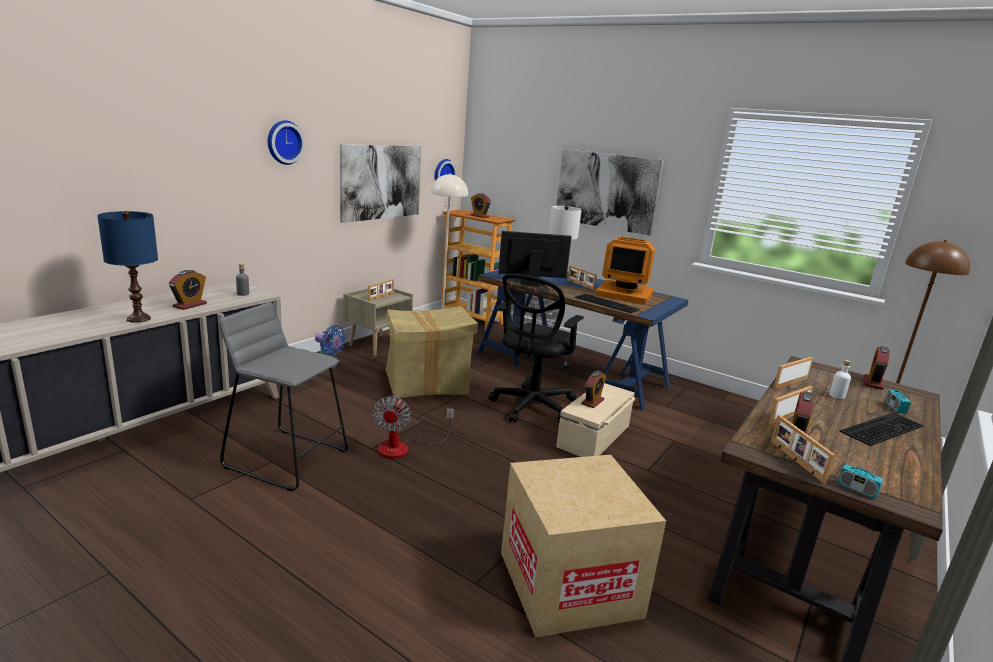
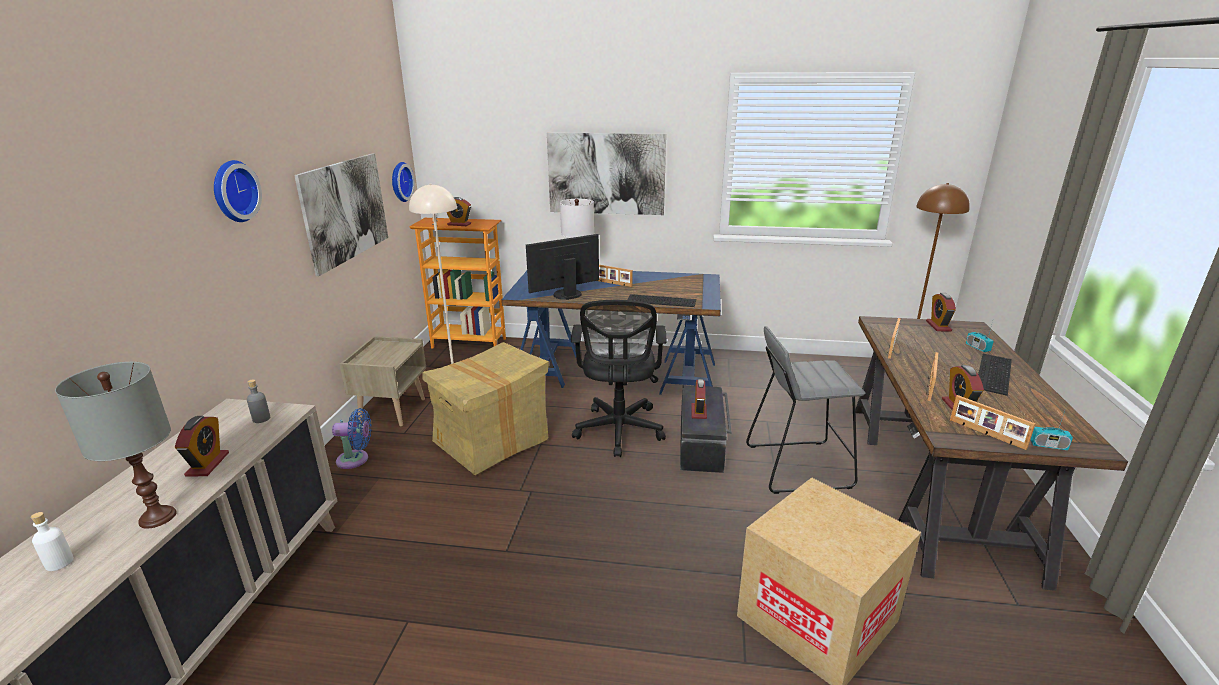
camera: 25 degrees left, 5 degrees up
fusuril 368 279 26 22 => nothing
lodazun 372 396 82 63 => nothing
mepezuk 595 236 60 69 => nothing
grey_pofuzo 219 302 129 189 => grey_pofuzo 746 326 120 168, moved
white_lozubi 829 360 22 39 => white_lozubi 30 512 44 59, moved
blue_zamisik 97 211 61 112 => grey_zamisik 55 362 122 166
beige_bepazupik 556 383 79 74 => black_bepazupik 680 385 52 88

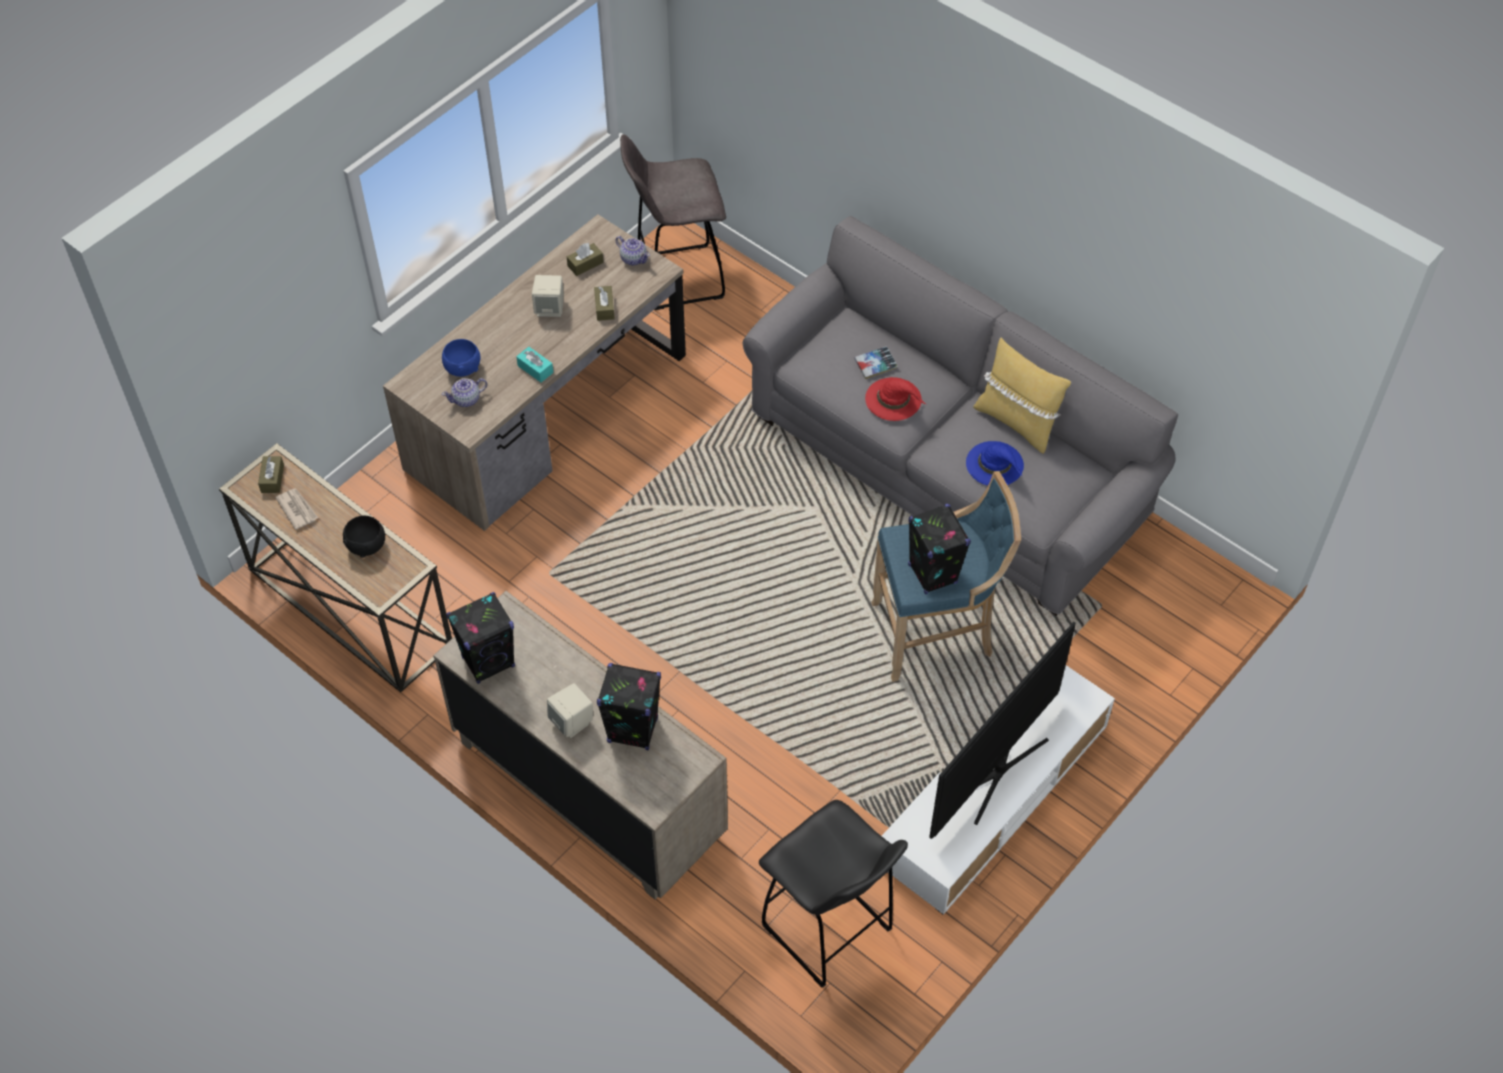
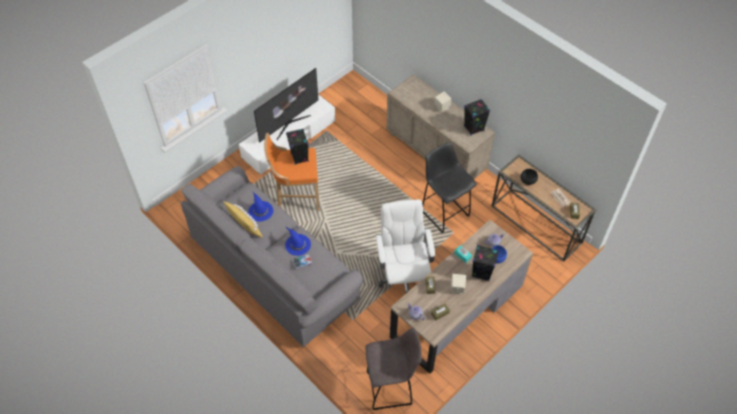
camera: 175 degrees left, 0 degrees up
nothing => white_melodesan 375 200 60 93
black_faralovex 597 663 64 87 => black_faralovex 472 245 27 36, moved
black_pofuzo 759 800 149 188 => black_pofuzo 423 142 54 91, moved
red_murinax 865 377 61 44 => blue_murinax 285 226 26 30
blue_pofuzo 871 471 150 211 => orange_pofuzo 264 133 56 78

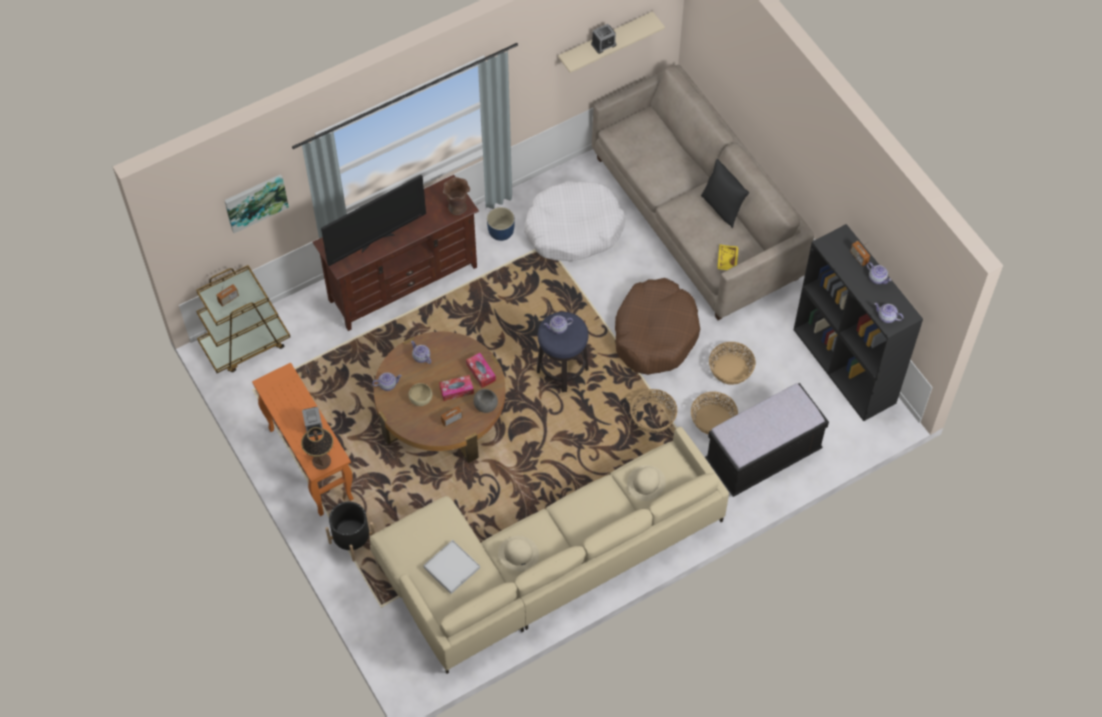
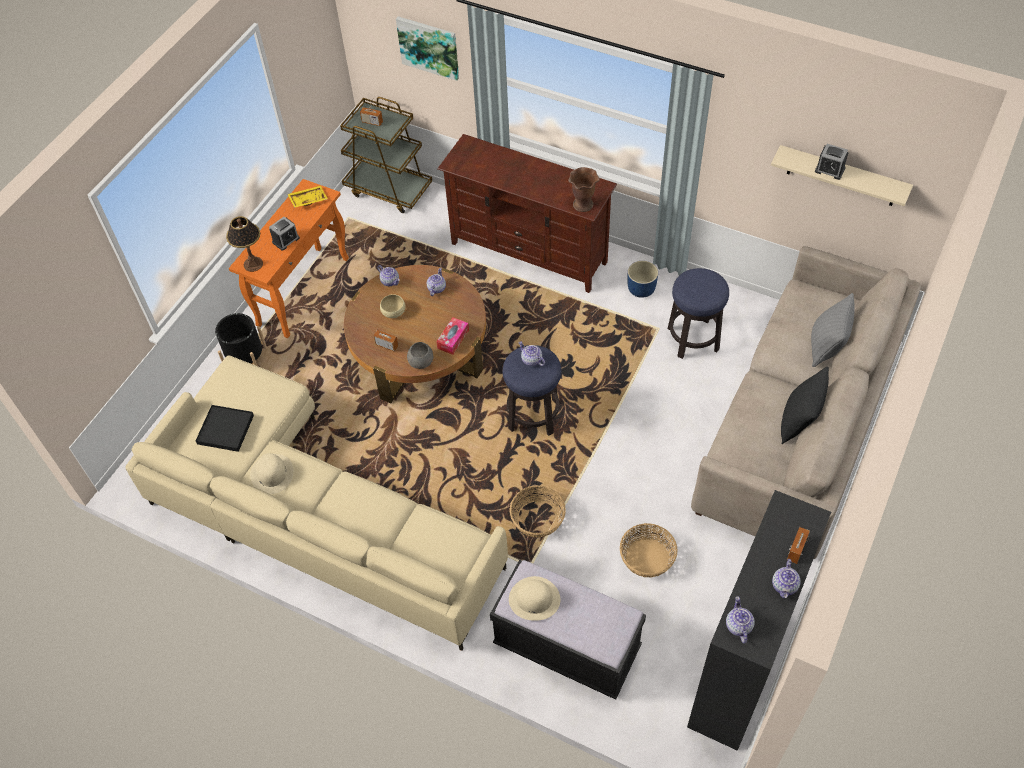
camera: 60 degrees right, 5 degrees down
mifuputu 321 175 105 91 => nothing
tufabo 439 375 35 26 => nothing
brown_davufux 615 278 85 97 => nothing
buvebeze 691 392 47 43 => nothing
nothing => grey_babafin 811 293 44 74
beige_murinax 627 465 39 36 => beige_murinax 509 576 51 45, moved
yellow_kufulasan 717 244 22 26 => yellow_kufulasan 287 186 41 22, moved
white_davufux 524 181 101 80 => pofuzo 668 268 61 91
white_kufulasan 423 540 57 54 => black_kufulasan 196 405 58 47

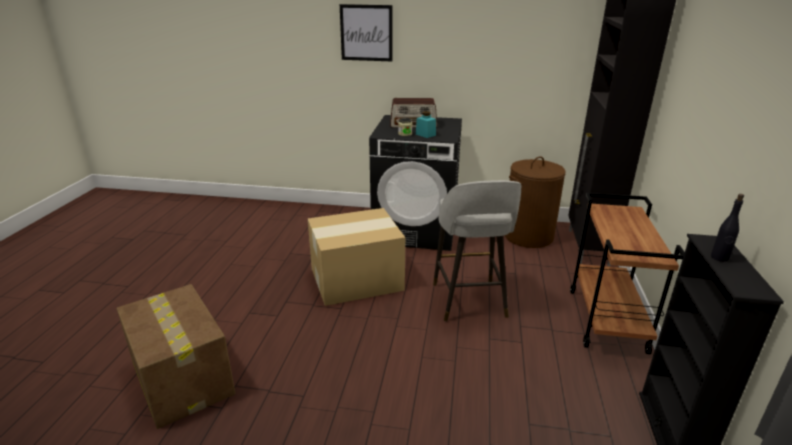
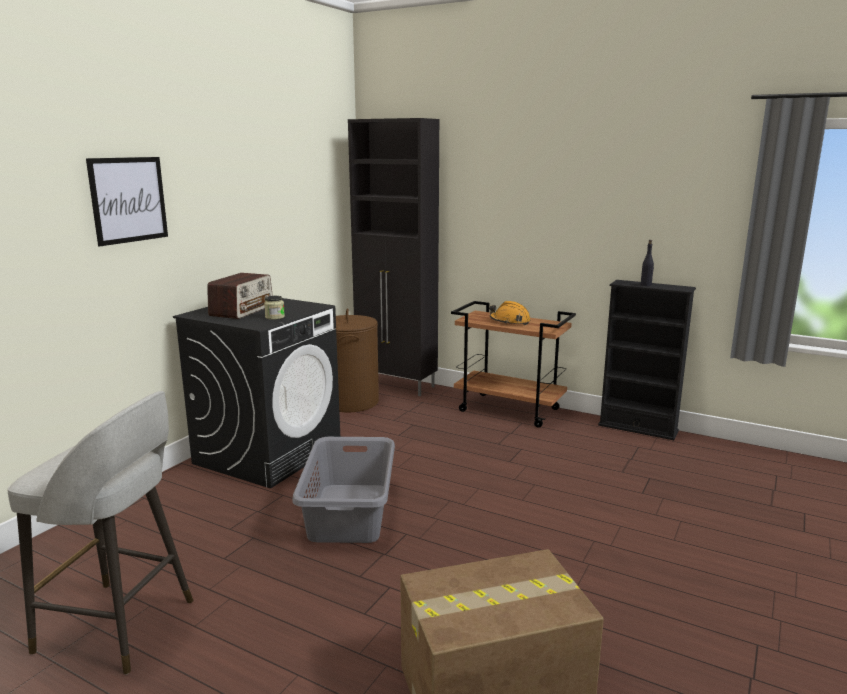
camera: 70 degrees left, 10 degrees down
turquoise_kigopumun 416 111 20 27 => nothing
nothing => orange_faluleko 489 301 41 24
grey_pofuzo 433 180 89 141 => grey_pofuzo 8 391 185 283, moved
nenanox 308 208 97 98 => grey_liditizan 292 437 103 106

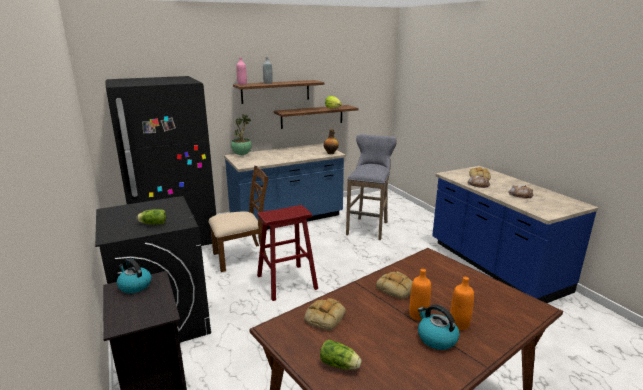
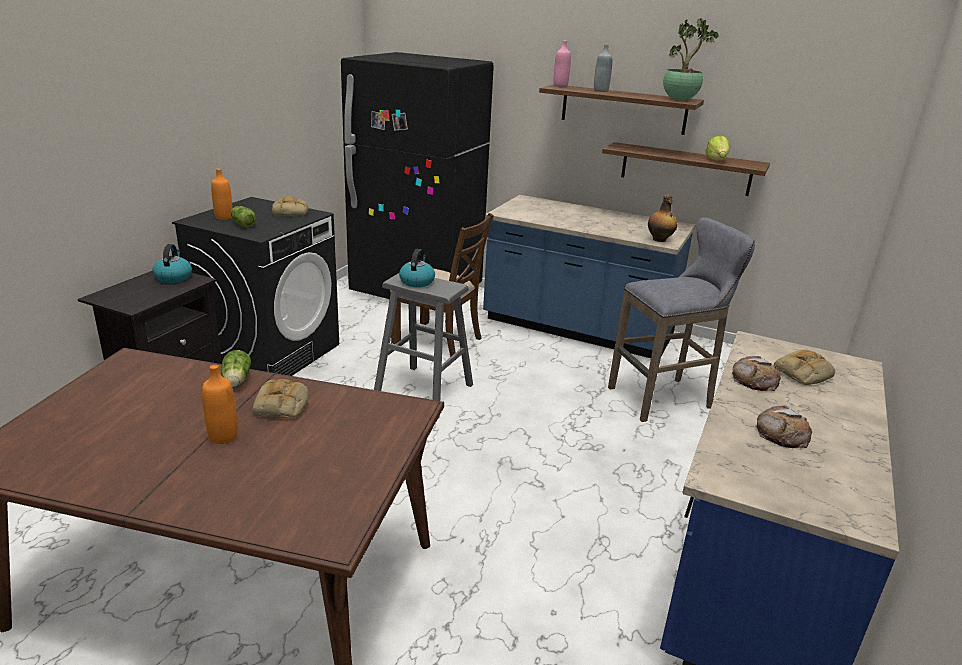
camera: 50 degrees right, 5 degrees up
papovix 231 114 21 41 => papovix 663 18 56 83, moved
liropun 304 298 42 33 => liropun 272 196 36 20, moved
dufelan 320 340 42 30 => dufelan 221 350 30 37, moved
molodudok 418 304 41 46 => molodudok 399 249 36 38, moved
orange_lozubi 450 277 24 53 => orange_lozubi 211 169 22 51, moved
red_pofuzo 257 205 61 96 => grey_pofuzo 374 273 99 145

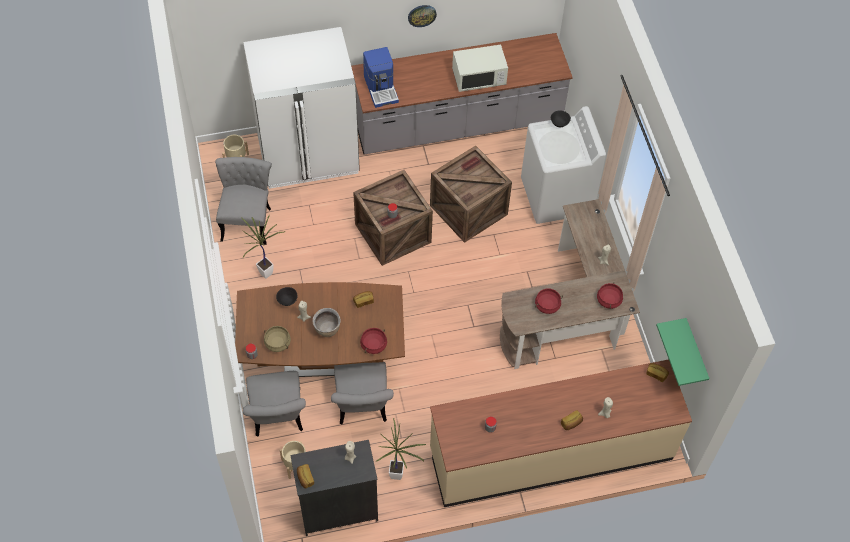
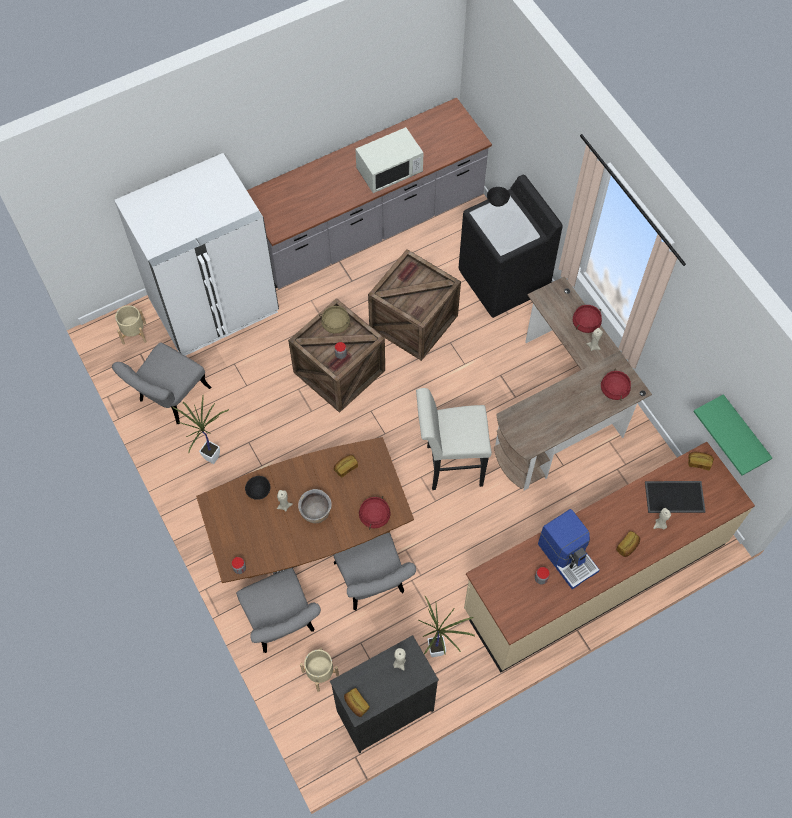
camera: 15 degrees left, 5 degrees up
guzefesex 408 5 29 22 => nothing
nothing => white_pofuzo 416 388 76 102
nothing => kufulasan 645 481 61 32
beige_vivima 264 326 27 26 => beige_vivima 319 306 32 28, moved
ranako 363 47 36 61 => ranako 538 509 61 80, moved
red_vivima 535 288 28 26 => red_vivima 573 305 29 28, moved
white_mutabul 521 106 85 118 => black_mutabul 459 175 104 143
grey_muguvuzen 215 157 57 88 => grey_muguvuzen 112 342 99 82, 135 degrees counterclockwise

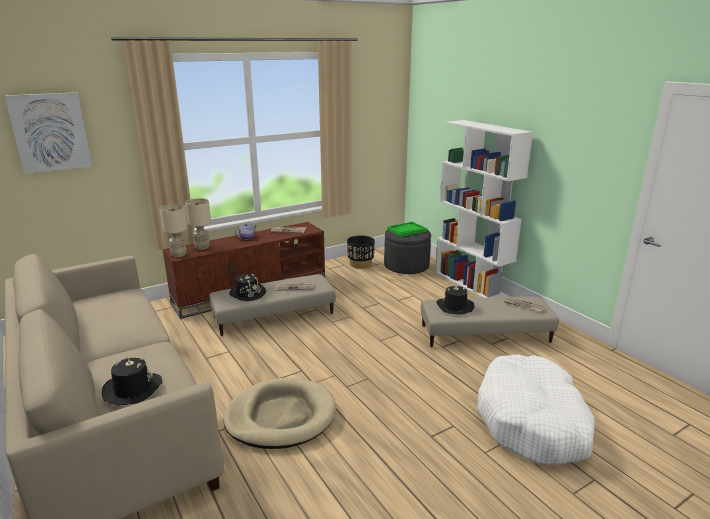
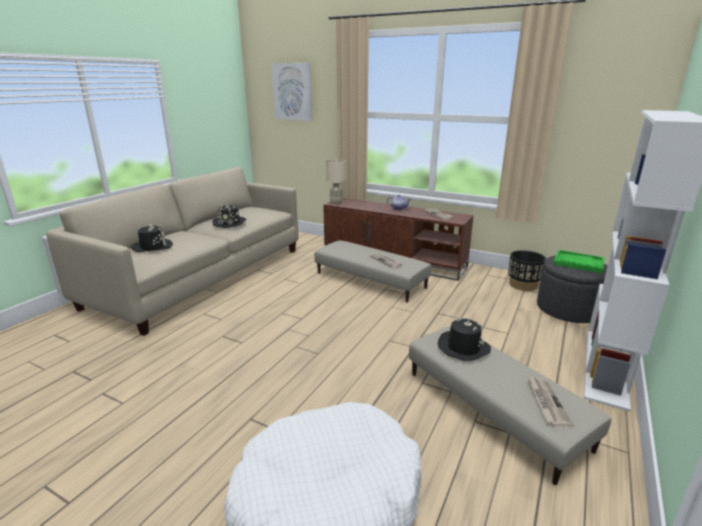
camera: 60 degrees right, 0 degrees up
beige_zamisik 185 198 26 52 => nothing
beige_davufux 223 378 113 71 => nothing
black_murinax 229 274 37 27 => black_murinax 212 205 34 23, moved

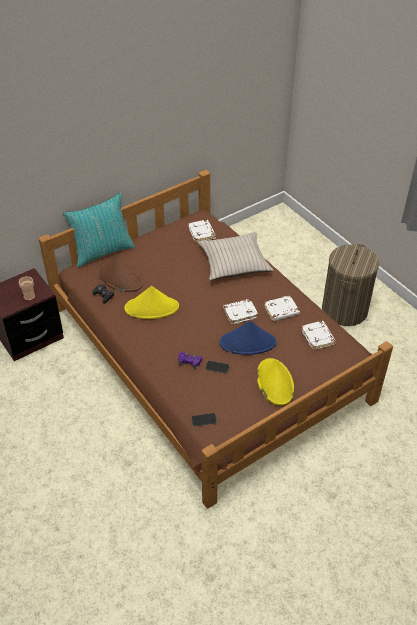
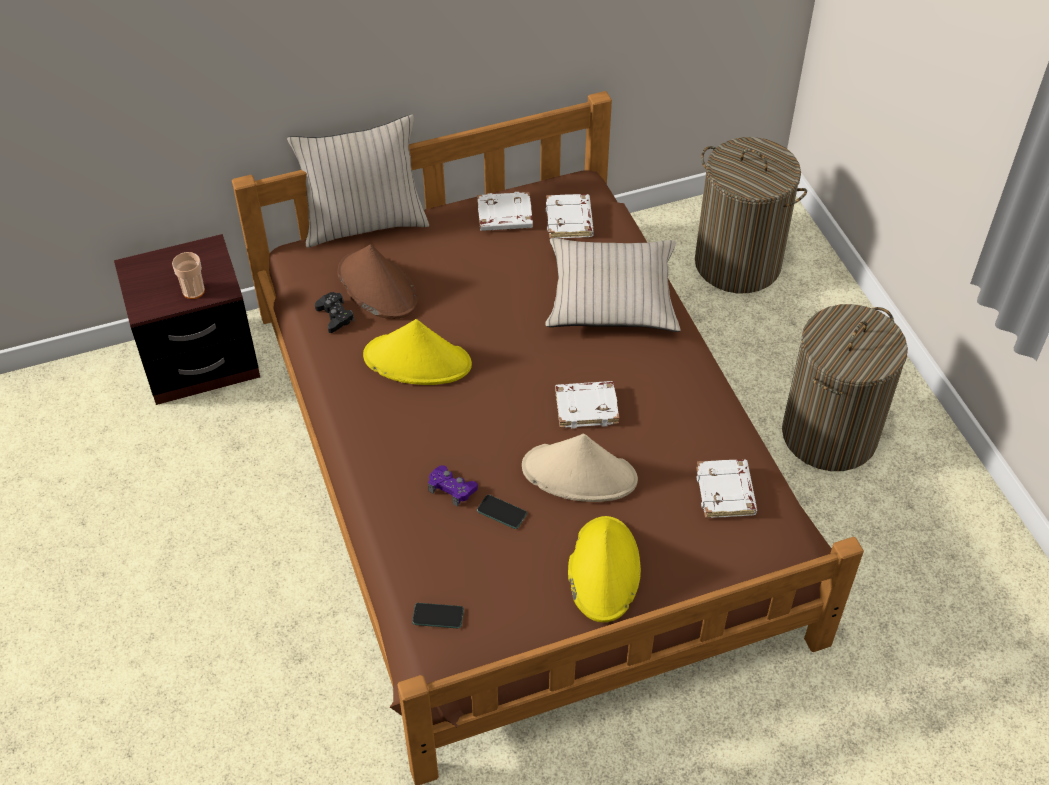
camera: 15 degrees right, 5 degrees up
nothing => liditizan 695 137 112 156
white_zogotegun 264 296 36 25 => white_zogotegun 477 192 56 39, moved
turquoise_babafin 63 193 72 75 => beige_babafin 287 114 142 134
blue_murinax 219 321 58 34 => beige_murinax 522 434 116 68

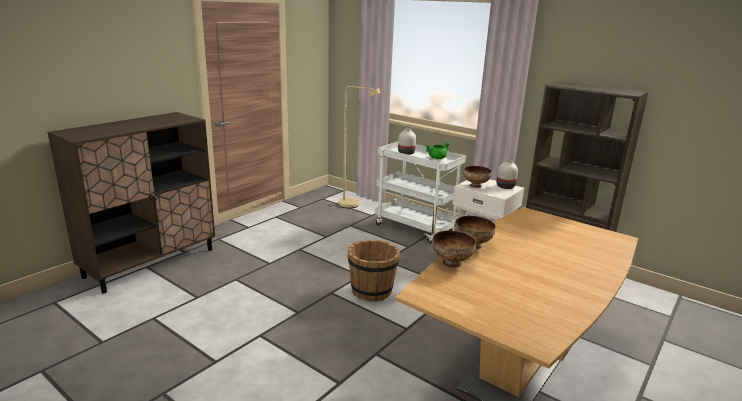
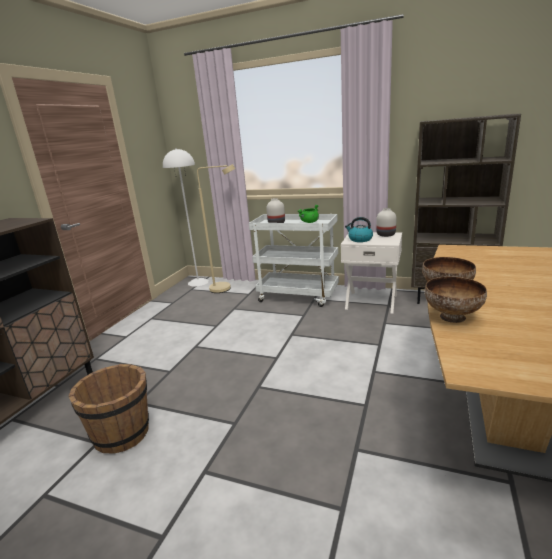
camera: 15 degrees left, 0 degrees up
nothing => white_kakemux 163 148 46 139
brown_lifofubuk 348 240 52 61 => brown_lifofubuk 68 364 81 90, moved
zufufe 463 166 29 22 => molodudok 345 217 28 25

